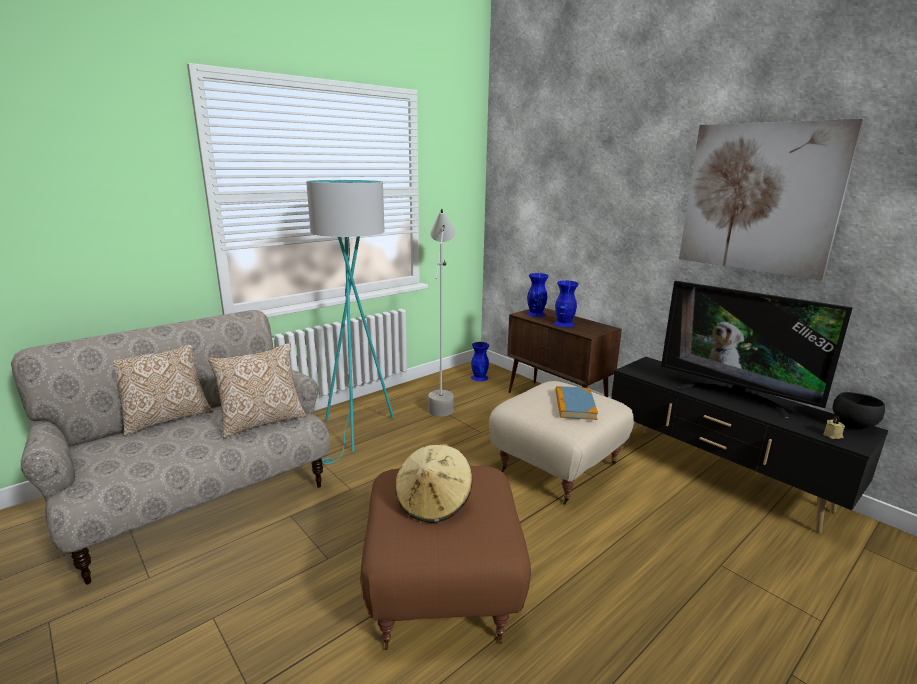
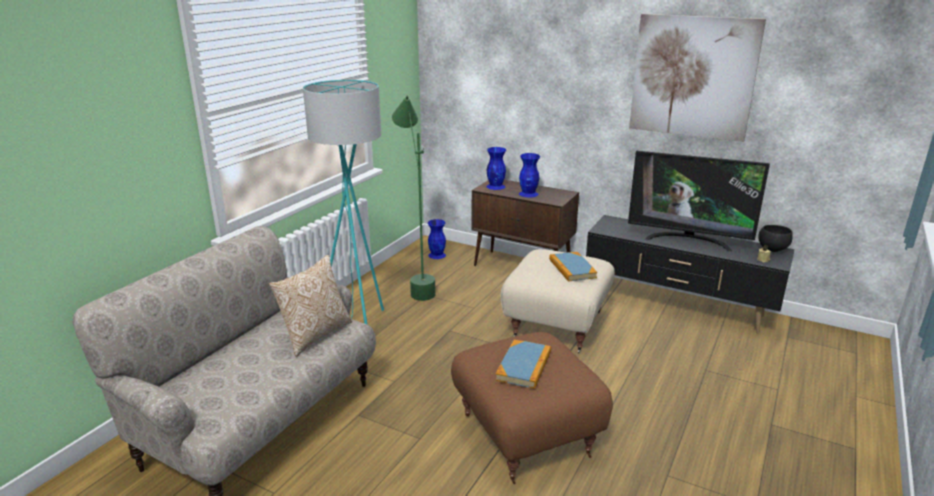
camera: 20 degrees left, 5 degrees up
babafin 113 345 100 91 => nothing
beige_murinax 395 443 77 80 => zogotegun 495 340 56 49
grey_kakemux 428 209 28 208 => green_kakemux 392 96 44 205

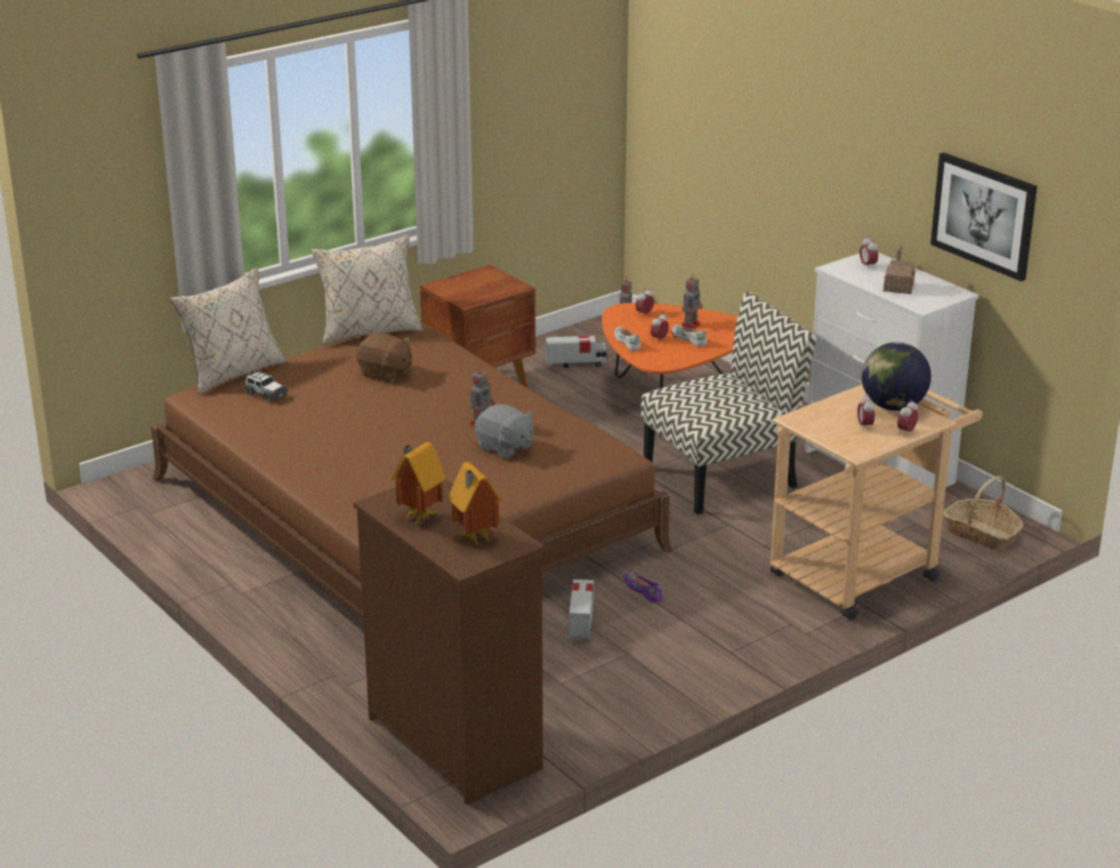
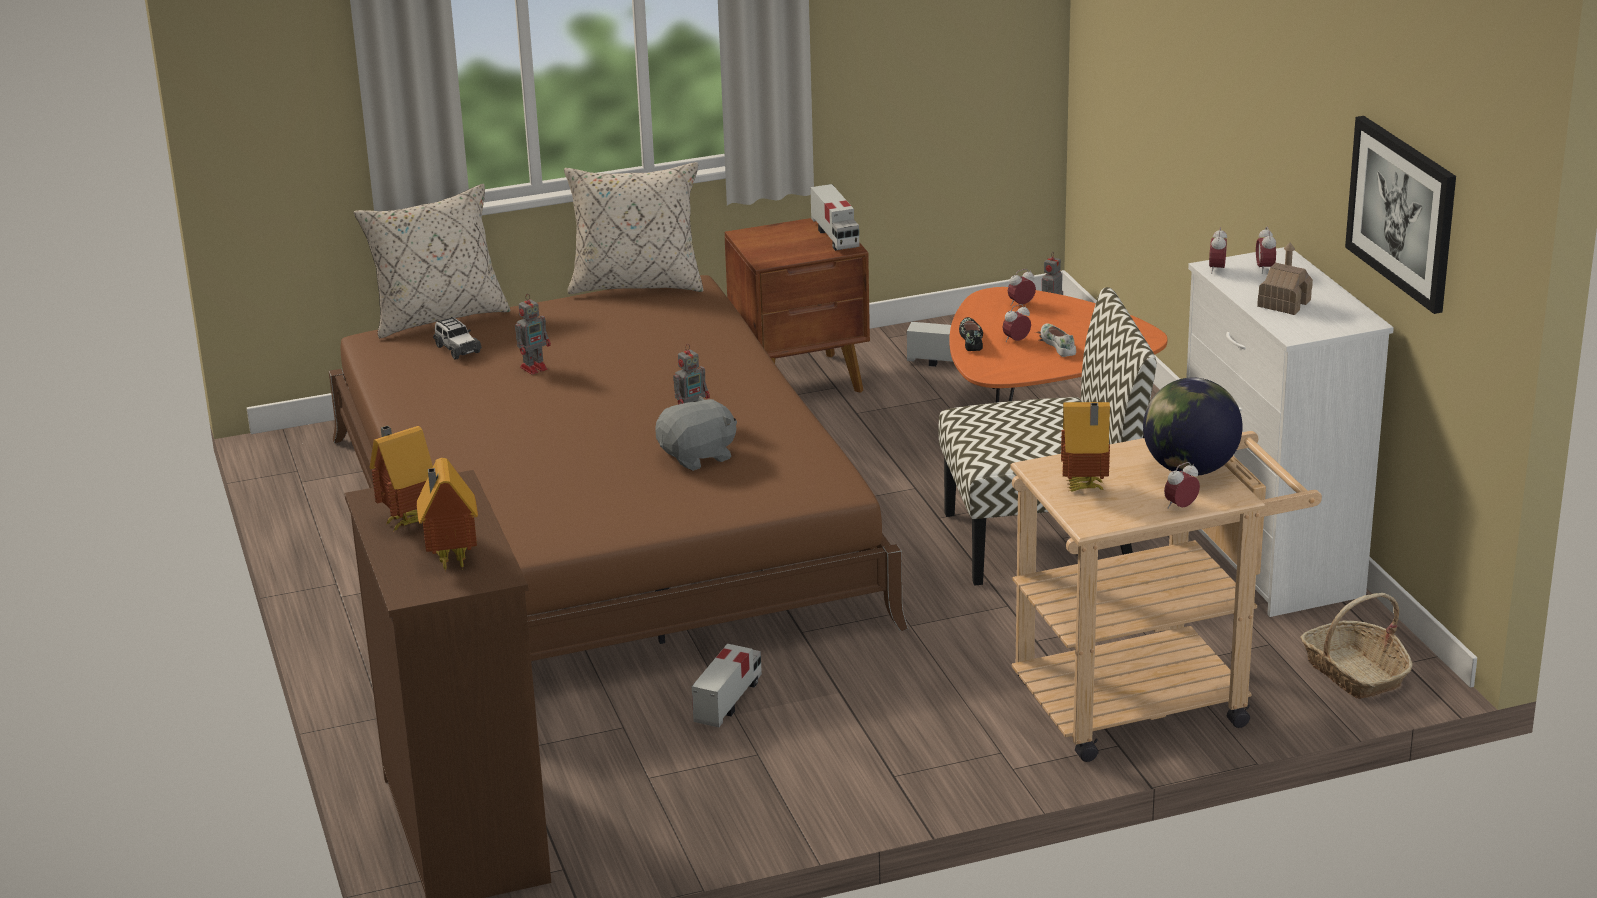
camera: 20 degrees right, 0 degrees up
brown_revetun 356 333 56 49 => nothing
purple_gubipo 624 572 39 31 => nothing
nothing => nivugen 810 184 49 67
nothing => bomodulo 1061 402 49 89
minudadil 681 273 22 56 => minudadil 515 294 36 81, moved
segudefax 857 394 18 37 => segudefax 1209 227 18 47, moved
white_gubipo 614 327 27 24 => black_gubipo 959 317 24 34
grey_revetun 475 404 59 55 => grey_revetun 655 395 82 76, 90 degrees counterclockwise

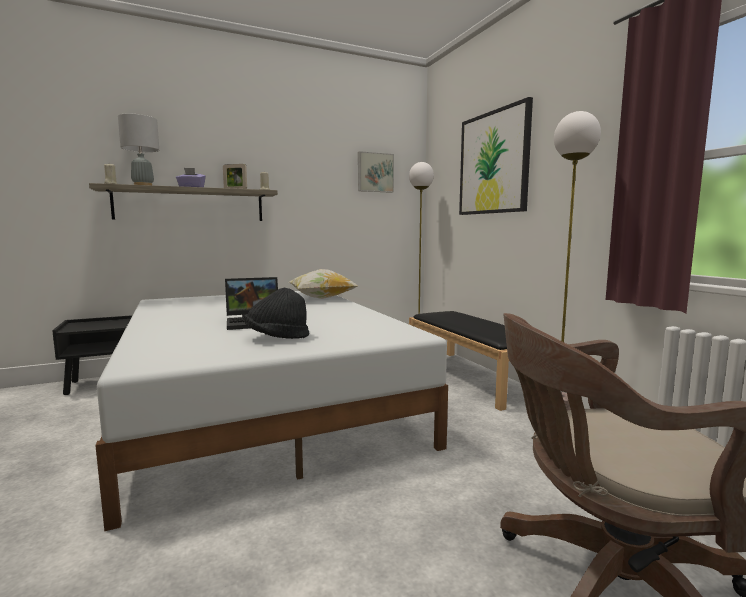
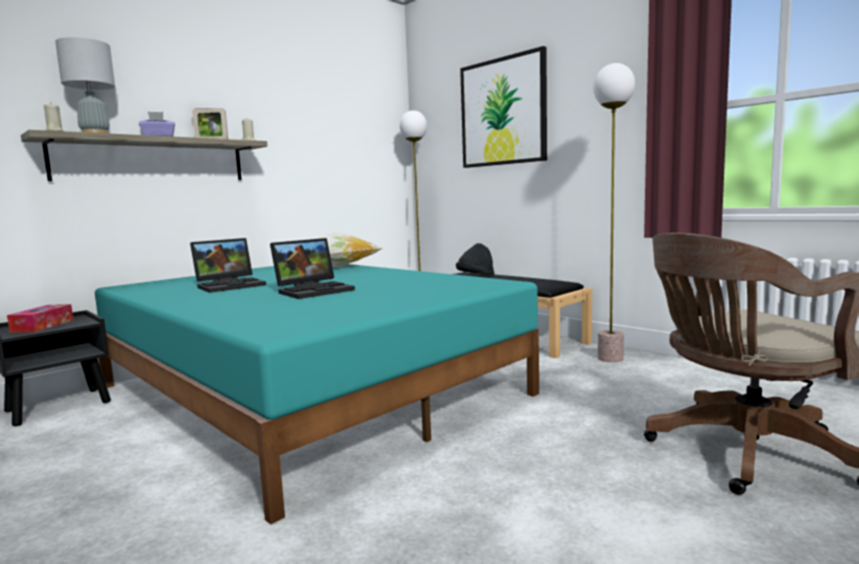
camera: 20 degrees left, 0 degrees up
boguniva 358 151 36 42 => nothing
nothing => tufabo 7 304 66 29
nothing => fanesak 190 238 76 55
black_murinax 244 288 65 51 => black_murinax 456 243 38 32, moved
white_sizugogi 95 291 353 240 => turquoise_sizugogi 95 264 444 261

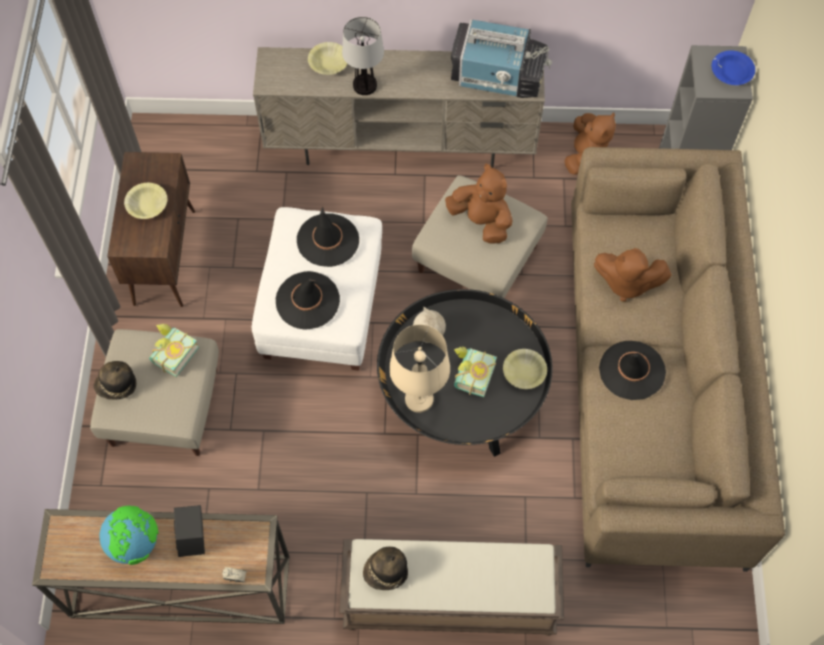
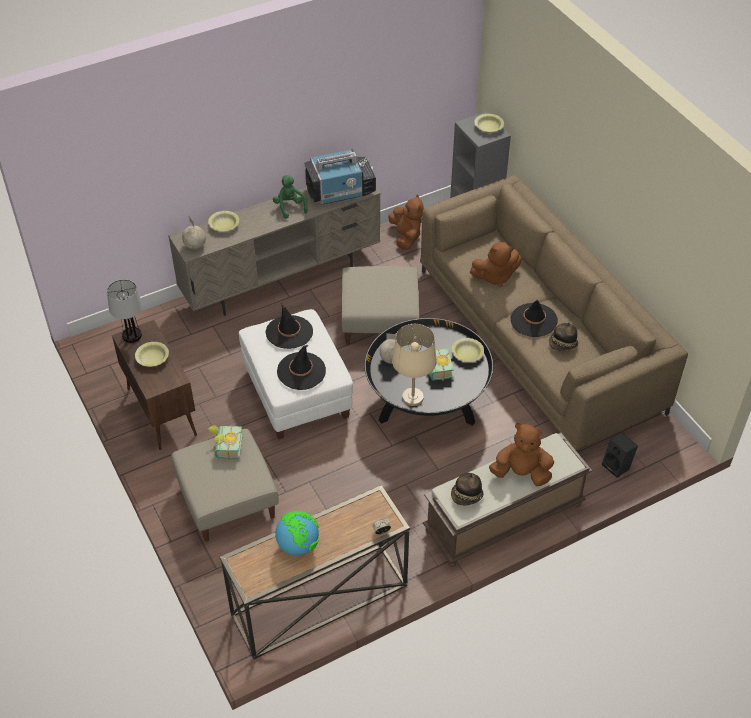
camera: 30 degrees left, 15 degrees down
nothing => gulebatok 182 216 24 33
nothing => green_revetun 273 175 35 44
murinax 94 361 42 39 => murinax 549 322 29 29, moved
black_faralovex 174 505 31 52 => black_faralovex 602 433 36 45, moved
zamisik 342 17 42 78 => zamisik 107 279 35 64, moved
brown_revetun 445 164 68 80 => brown_revetun 489 422 65 64, moved
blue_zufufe 712 50 43 35 => yellow_zufufe 474 114 30 18

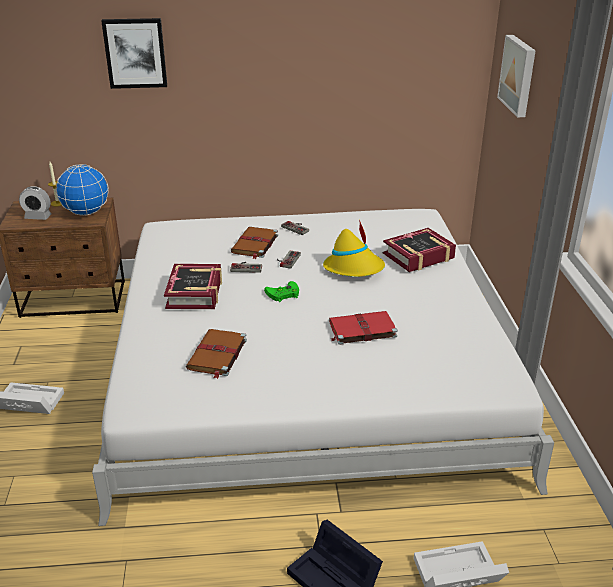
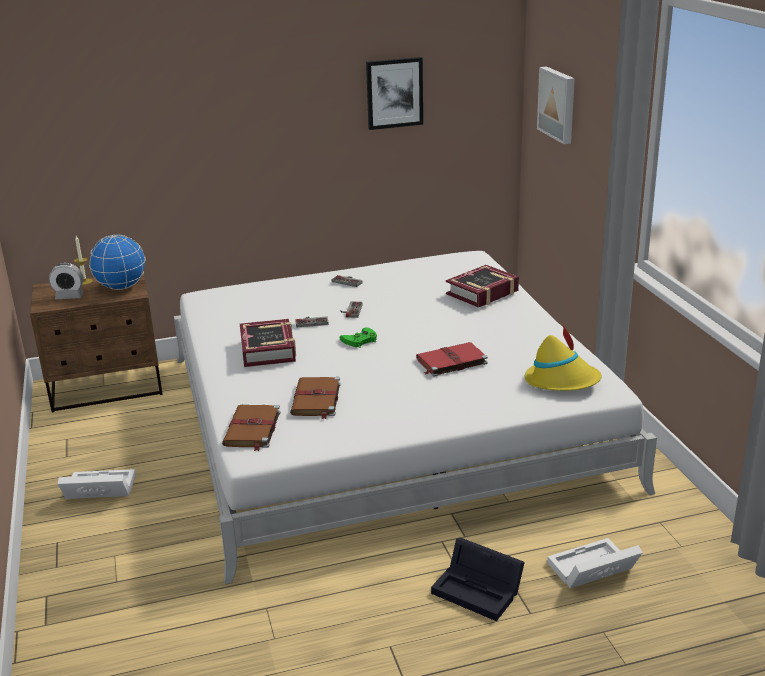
camera: 10 degrees left, 5 degrees down
boguniva 101 18 66 71 => boguniva 366 57 57 73, moved
brown_zogotegun 231 227 47 32 => brown_zogotegun 222 405 59 46, moved
yellow_murinax 323 220 62 57 => yellow_murinax 525 323 77 68, moved

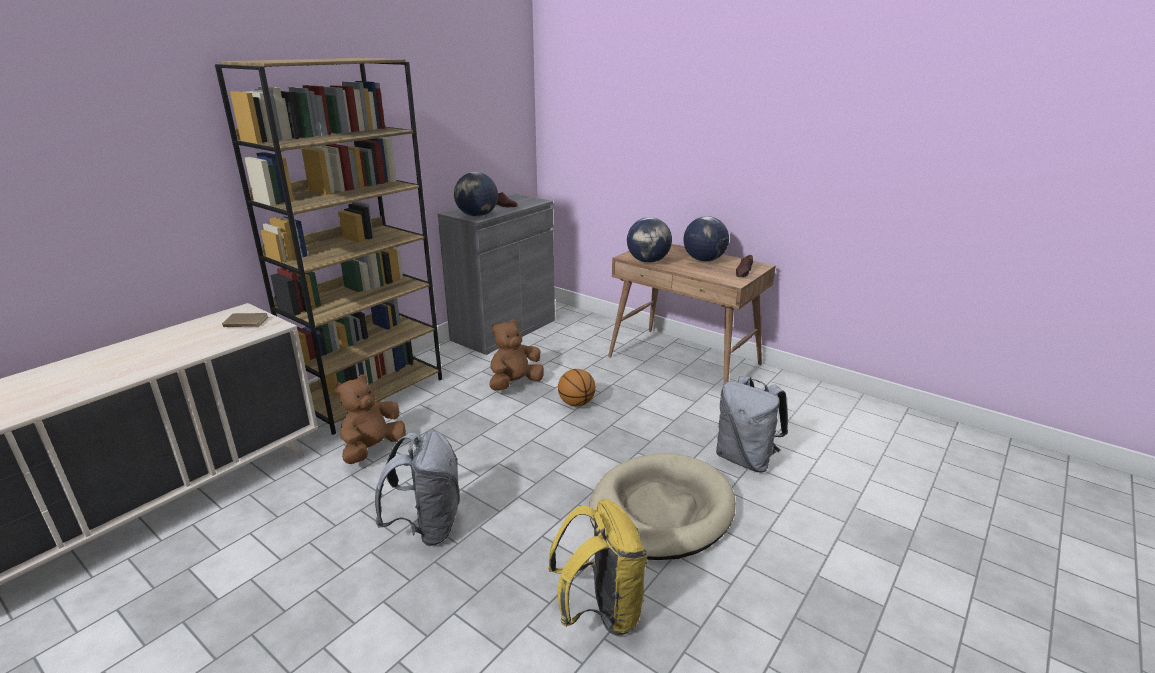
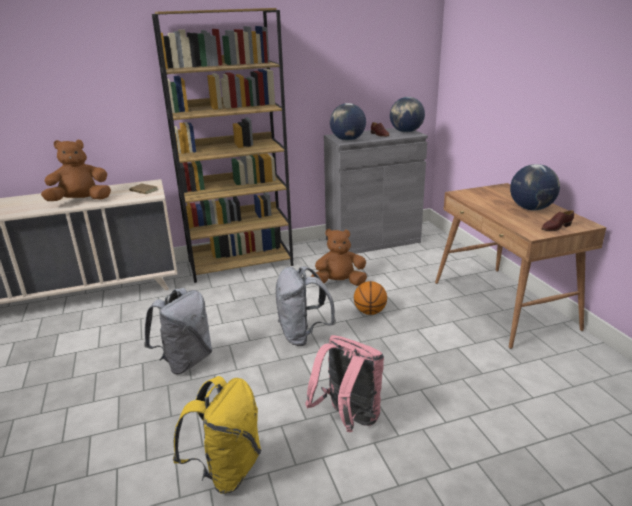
camera: 35 degrees right, 0 degrees up
brown_revetun 335 374 71 90 => brown_revetun 41 139 70 62, moved
gulebatok 627 217 45 46 => gulebatok 390 97 35 36, moved
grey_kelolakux 716 377 72 95 => grey_kelolakux 276 266 60 80, moved
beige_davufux 589 453 147 107 => pink_kelolakux 305 335 79 97

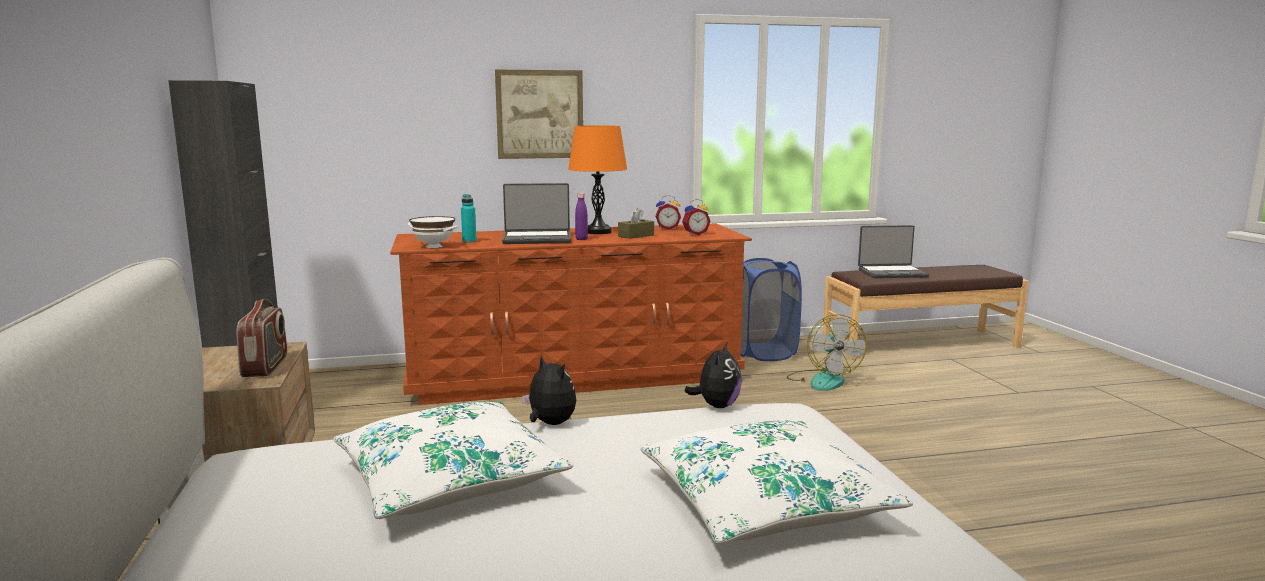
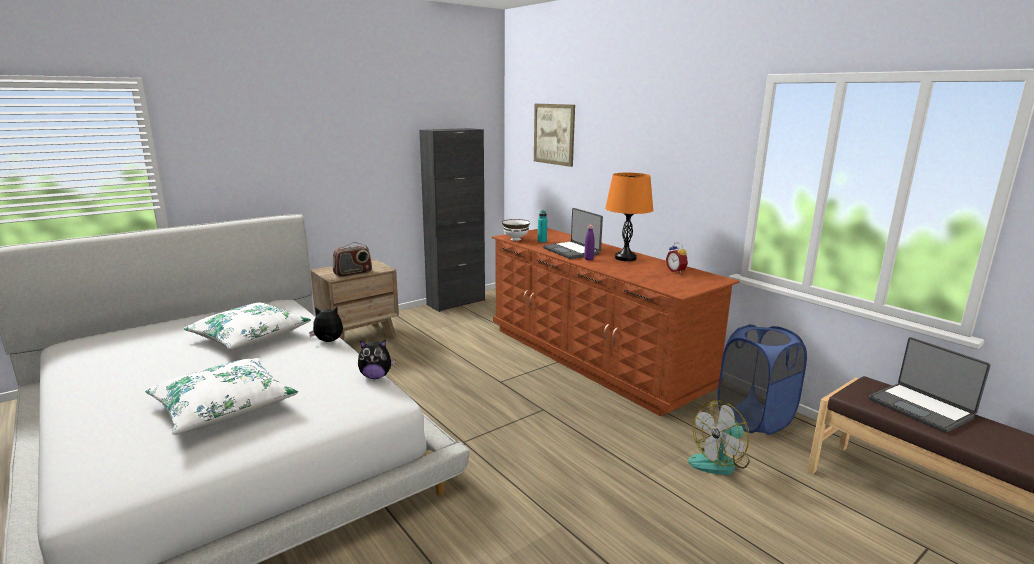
camera: 65 degrees right, 5 degrees up
brown_tufabo 618 208 36 31 => nothing
segudefax 682 199 29 36 => nothing
boguniva 495 70 88 89 => boguniva 534 104 41 63, moved
revetun 522 355 54 70 => revetun 309 307 34 35, 120 degrees counterclockwise

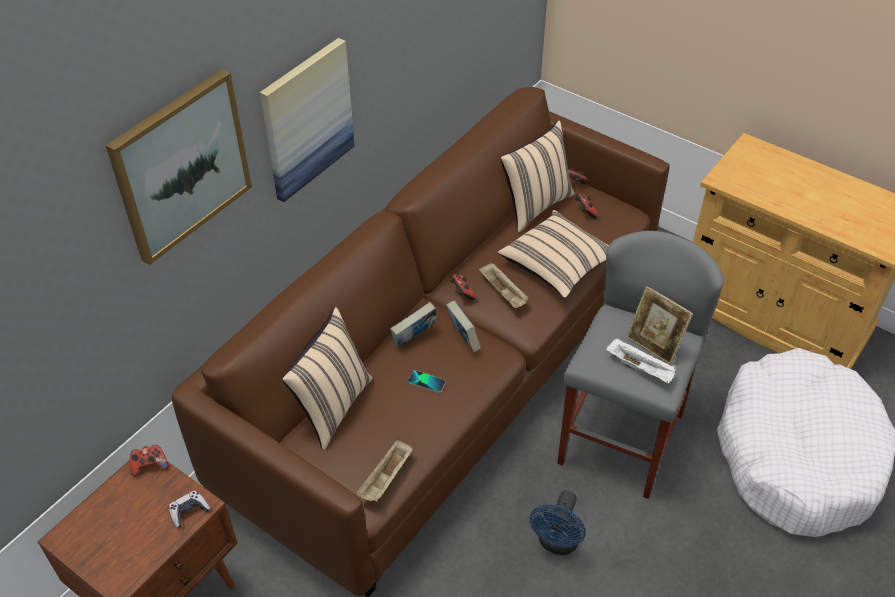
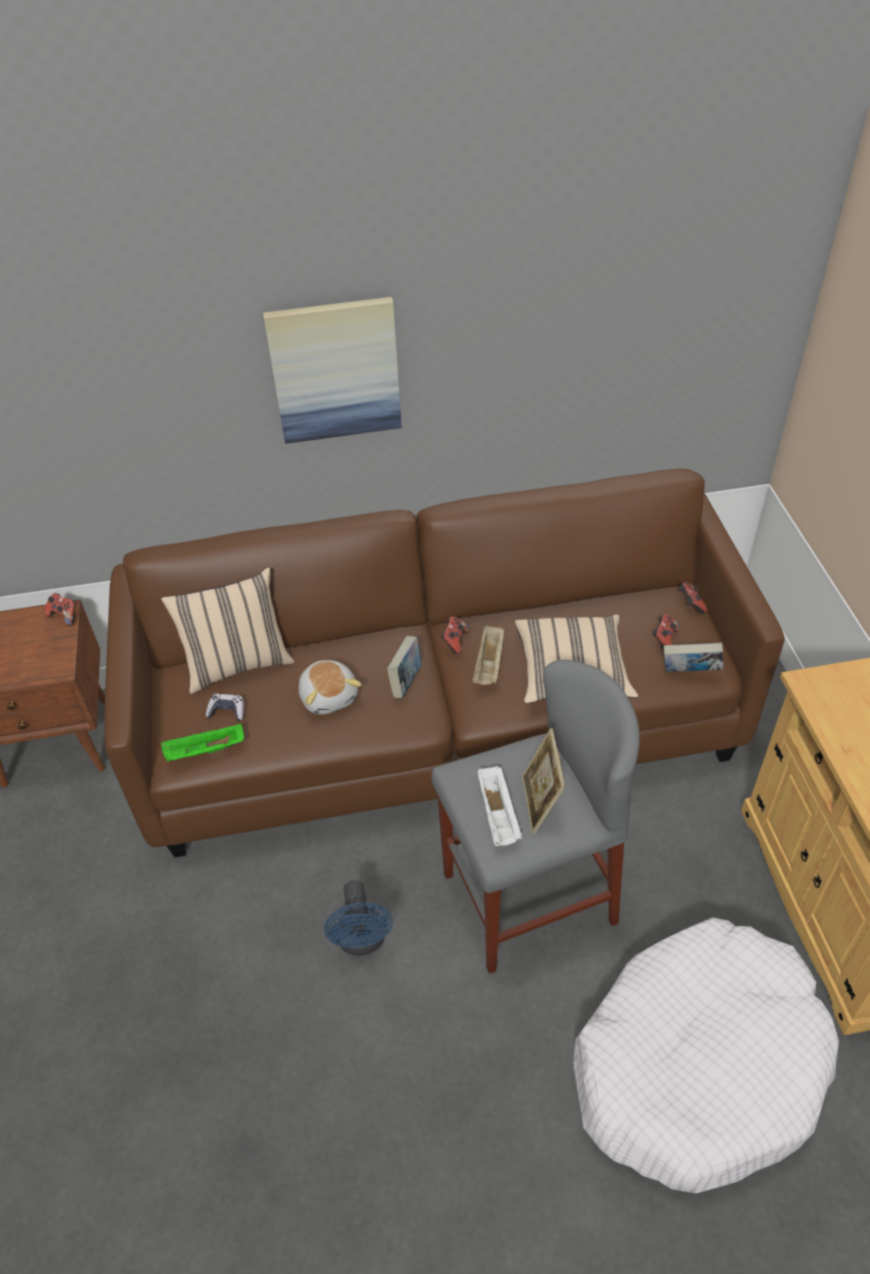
camera: 45 degrees right, 0 degrees up
boguniva 106 69 146 196 => nothing
beige_babafin 500 120 75 113 => nothing
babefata 169 491 41 37 => babefata 206 694 38 27, moved
zogotegun 390 302 47 46 => zogotegun 663 642 60 30, moved
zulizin 408 370 38 23 => revetun 299 660 63 55
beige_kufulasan 356 439 57 63 => green_kufulasan 161 724 83 38
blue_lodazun 529 490 57 65 => blue_lodazun 324 880 69 76, 75 degrees counterclockwise

